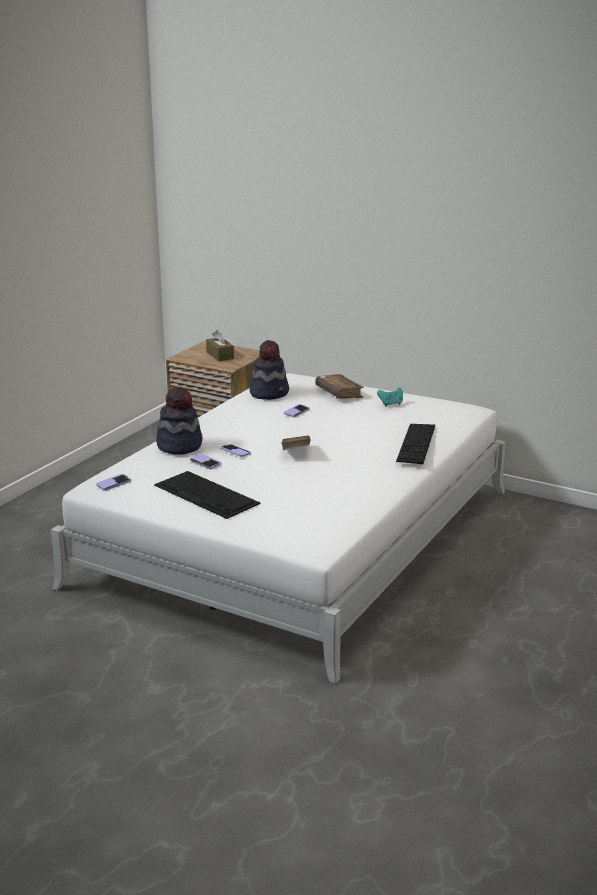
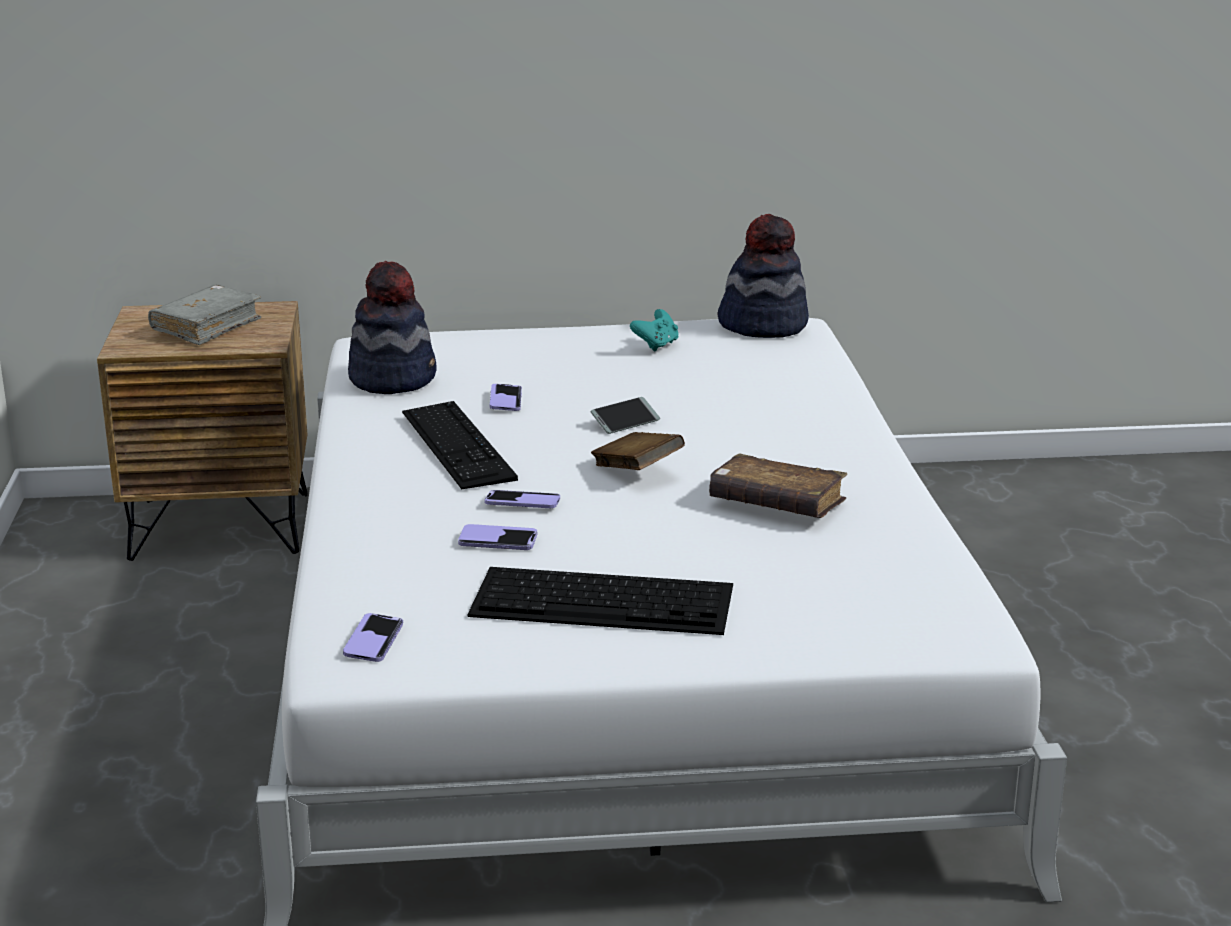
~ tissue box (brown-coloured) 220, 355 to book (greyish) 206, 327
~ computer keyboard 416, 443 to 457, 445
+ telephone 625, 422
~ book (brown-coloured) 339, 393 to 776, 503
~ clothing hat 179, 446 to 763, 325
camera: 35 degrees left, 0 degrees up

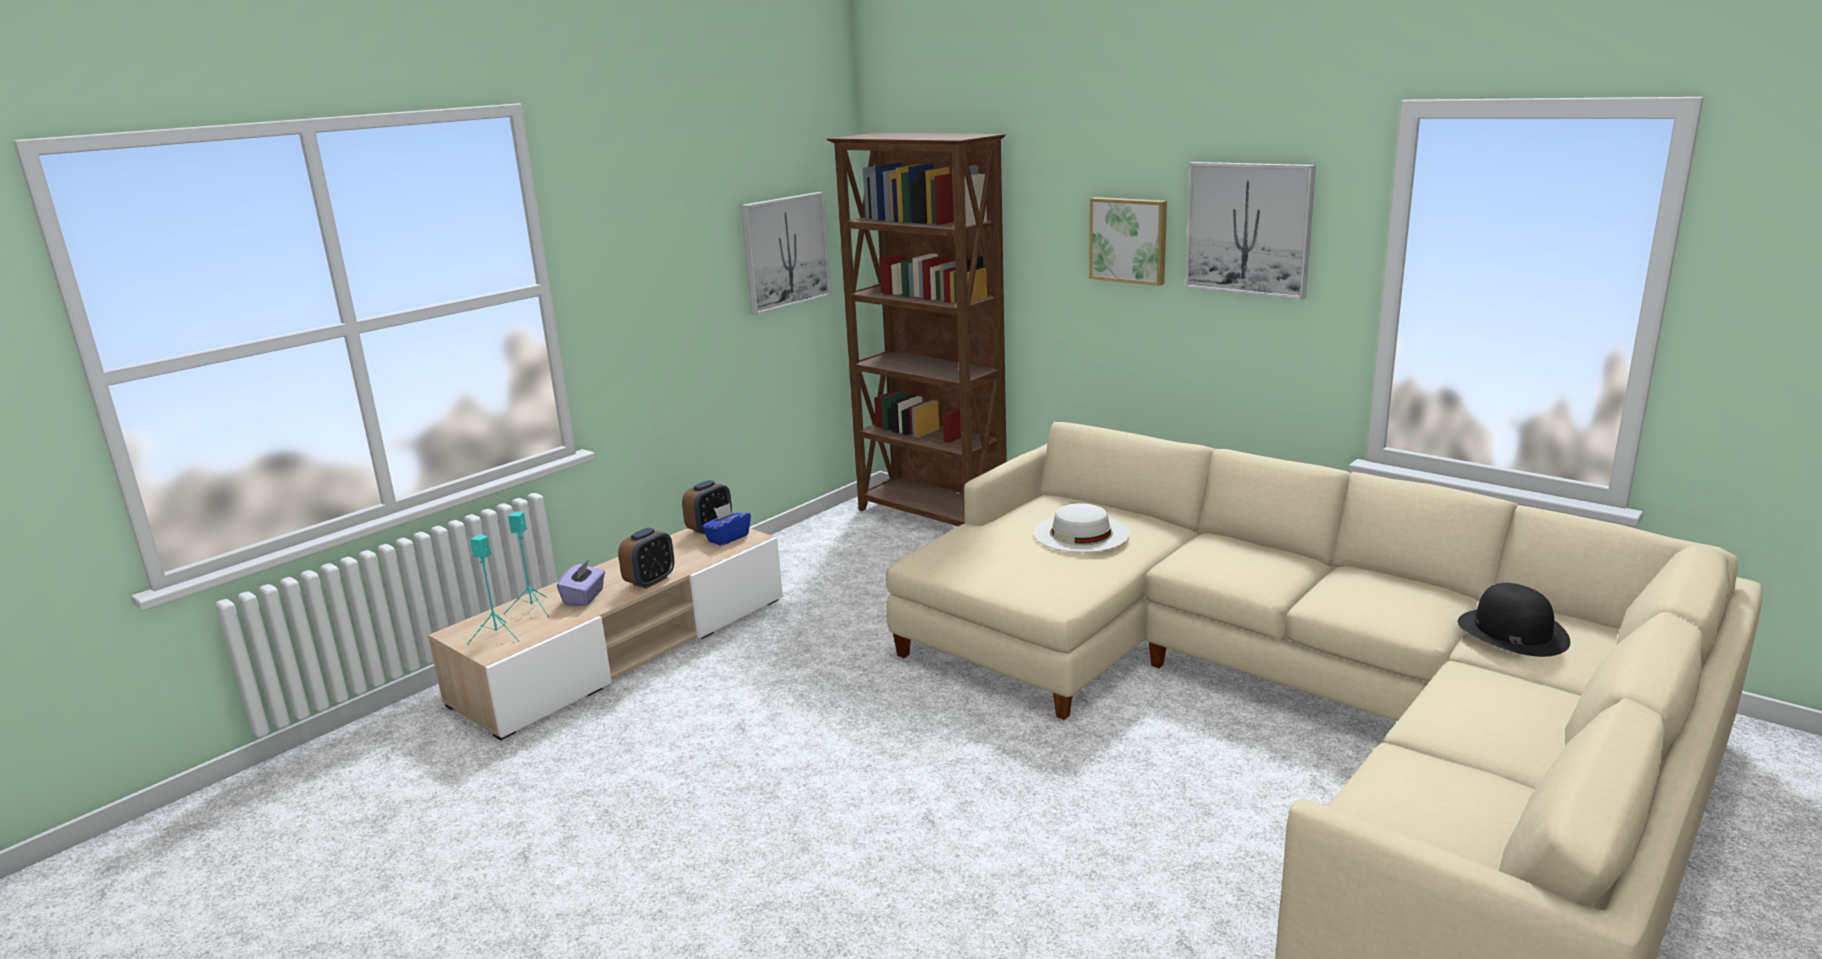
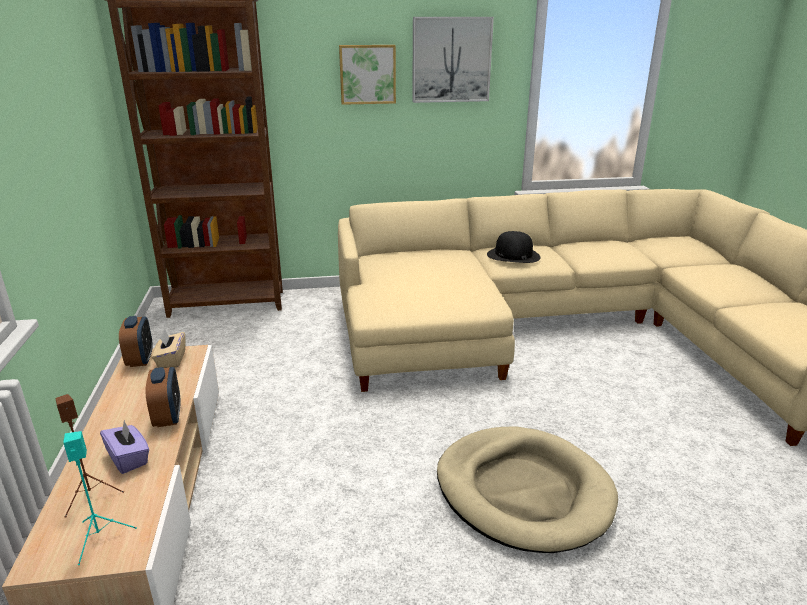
~ loudspeaker (turquoise) 533, 609 to loudspeaker (brown-coloured) 91, 495
~ tissue box (blue-coloured) 727, 538 to tissue box (beige) 171, 360
+ dog cushion (beige) 523, 491
~ clothing hat (blackish) 1511, 632 to 513, 255
- wall picture 785, 252
- clothing hat (whitish) 1081, 533
camera: 50 degrees left, 5 degrees up

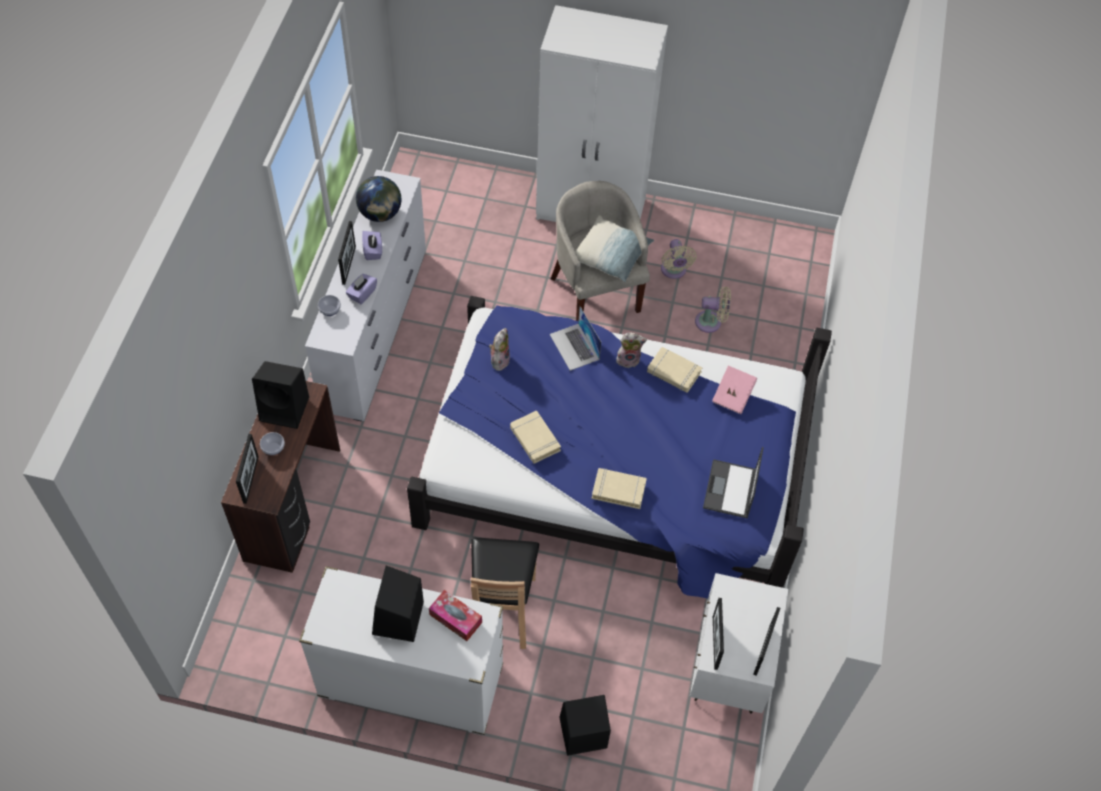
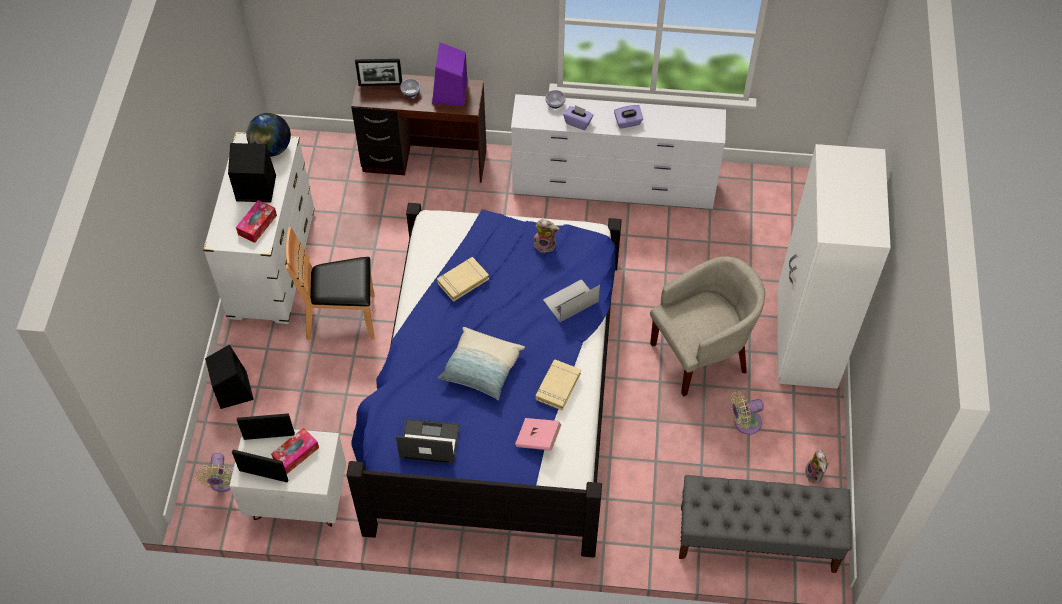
~ electric fan (beige) 711, 322 to 222, 482
~ desk globe 380, 214 to 271, 148
+ tissue box 296, 453
~ loudspeaker (blackish) 286, 409 to loudspeaker (purple-coloured) 450, 93
~ pillow 611, 256 to 481, 369
+ long seat (greyish) 756, 539
~ soft toy 628, 359 to 815, 475
- picture frame 349, 265
- book (beige) 618, 490
camera: 85 degrees right, 0 degrees up

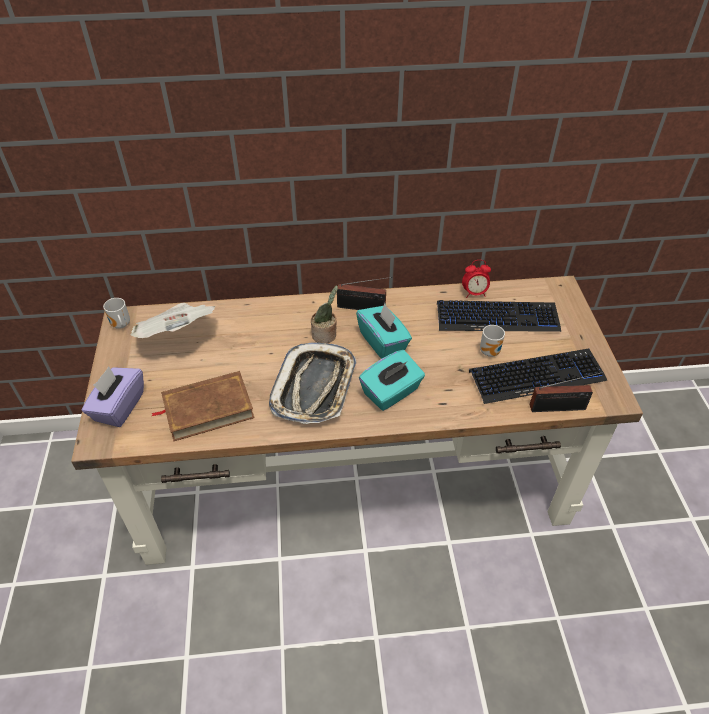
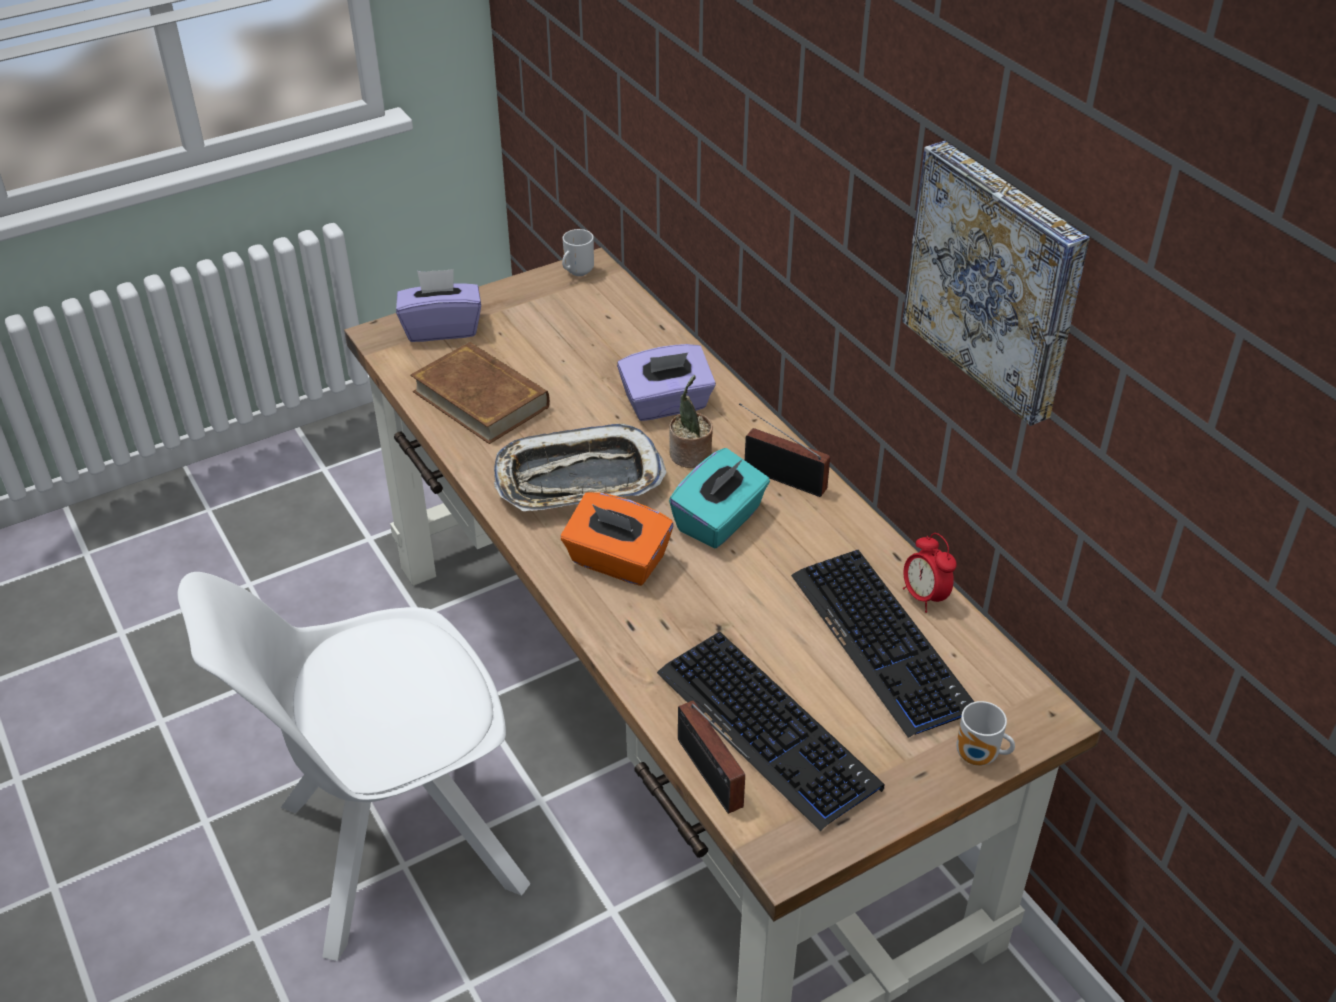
+ plain chair (whitish) 394, 848
~ tissue box (turquoise) 391, 393 to tissue box (orange-coloured) 617, 561
+ tissue box (purple-coloured) 666, 404
~ radio 364, 308 = 781, 476 135 degrees clockwise
+ wall picture 997, 279
~ coffee mug 491, 352 to 978, 758
- daily paper 177, 335
camera: 65 degrees right, 5 degrees down

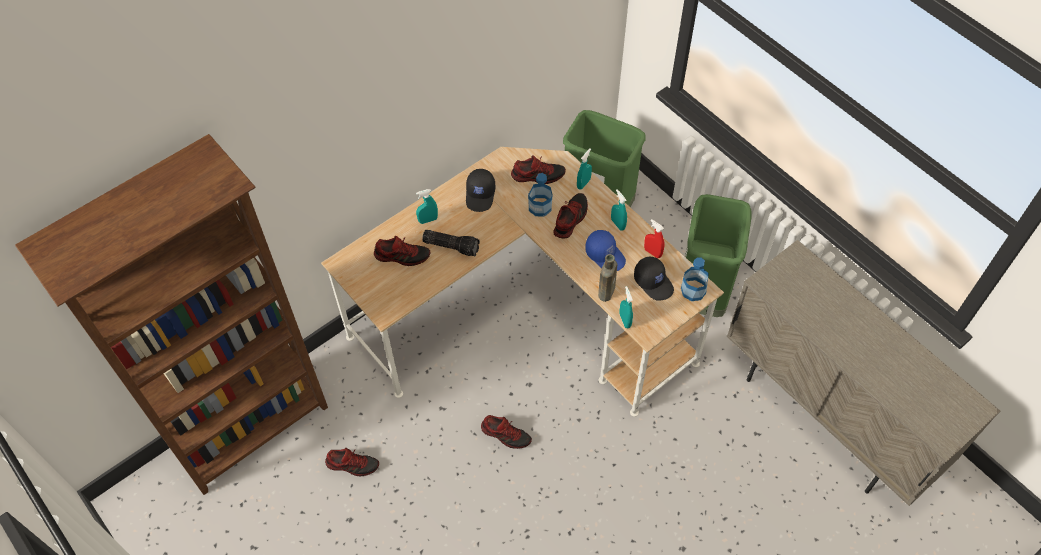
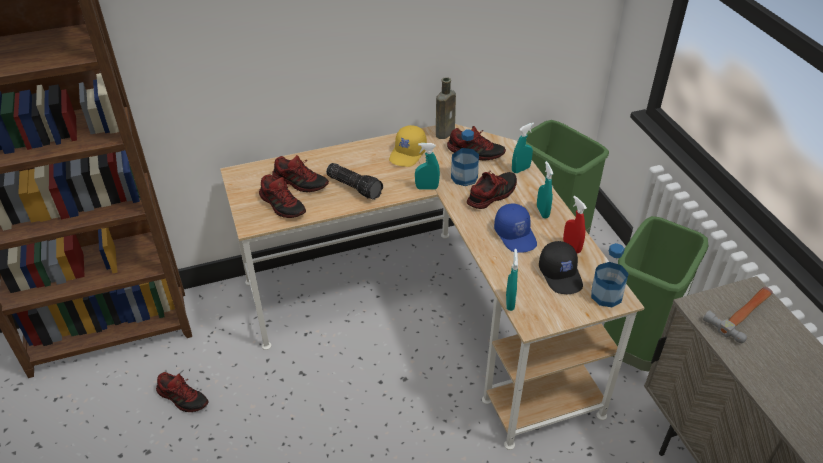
~ low shoe 506, 434 to 283, 205
~ peaked cap (blackish) 480, 195 to peaked cap (yellow) 408, 154
~ hand sprayer (turquoise) 428, 220 to 426, 188
~ beverage bottle (brown-coloured) 606, 290 to 446, 132
+ tool hammer 743, 313
camera: 20 degrees right, 15 degrees down

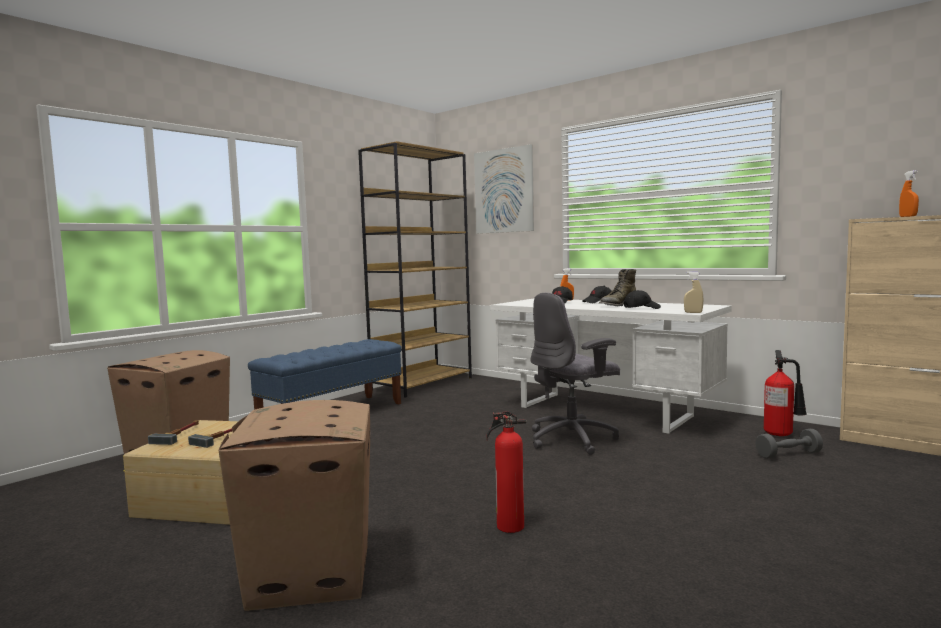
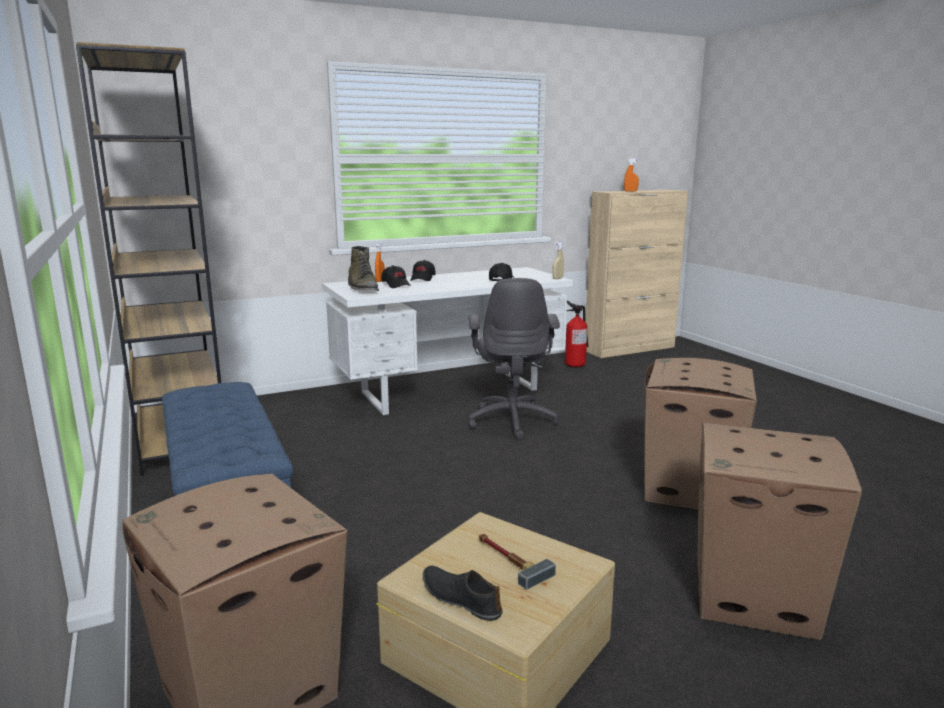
~ tall boot (greenish) 617, 305 to 362, 288
~ tool hammer 180, 434 to low shoe (blackish) 461, 598
~ fire-fighting cylinder 508, 526 to carton 689, 490
- wall picture 503, 191
- dumbbell (greyish) 788, 454
camera: 65 degrees left, 10 degrees up

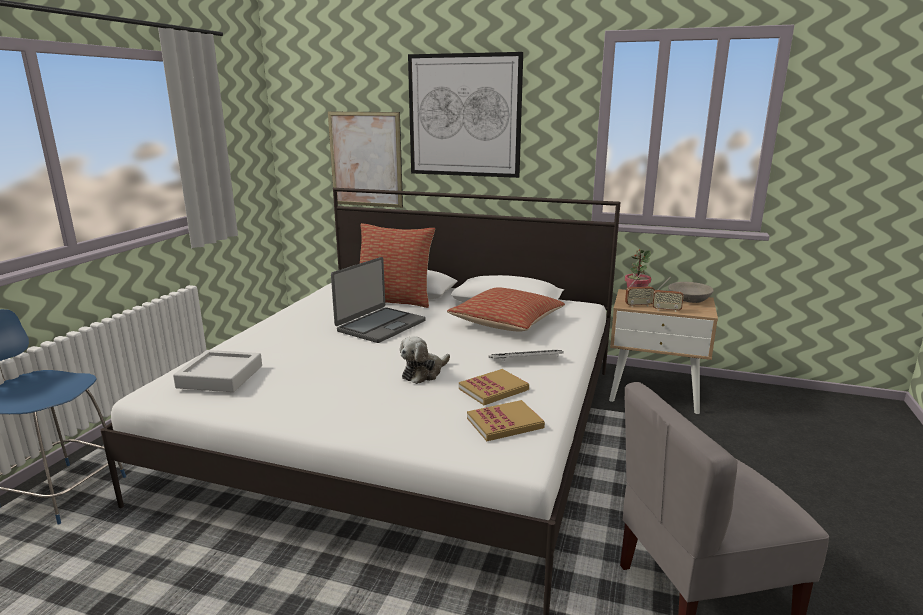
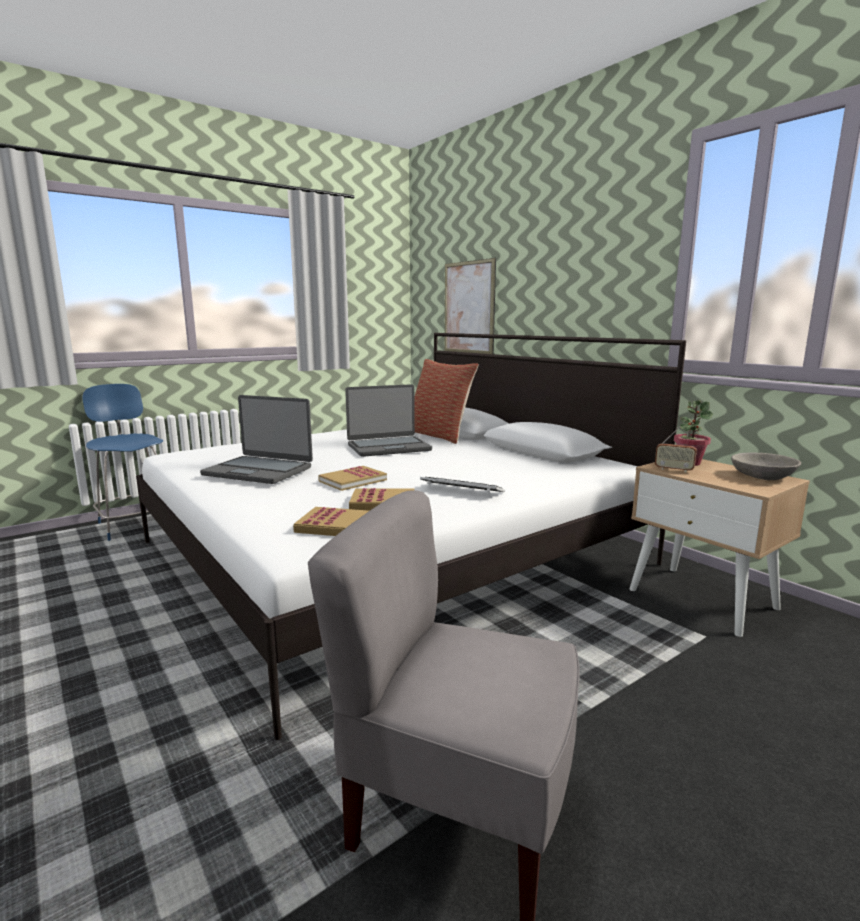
+ portable computer 259, 471
~ soft toy 424, 373 to book 352, 480
- carrying tray (greyish) 220, 377
- wall picture 464, 116
- pillow 507, 322
- radio 666, 310
camera: 35 degrees right, 5 degrees down

